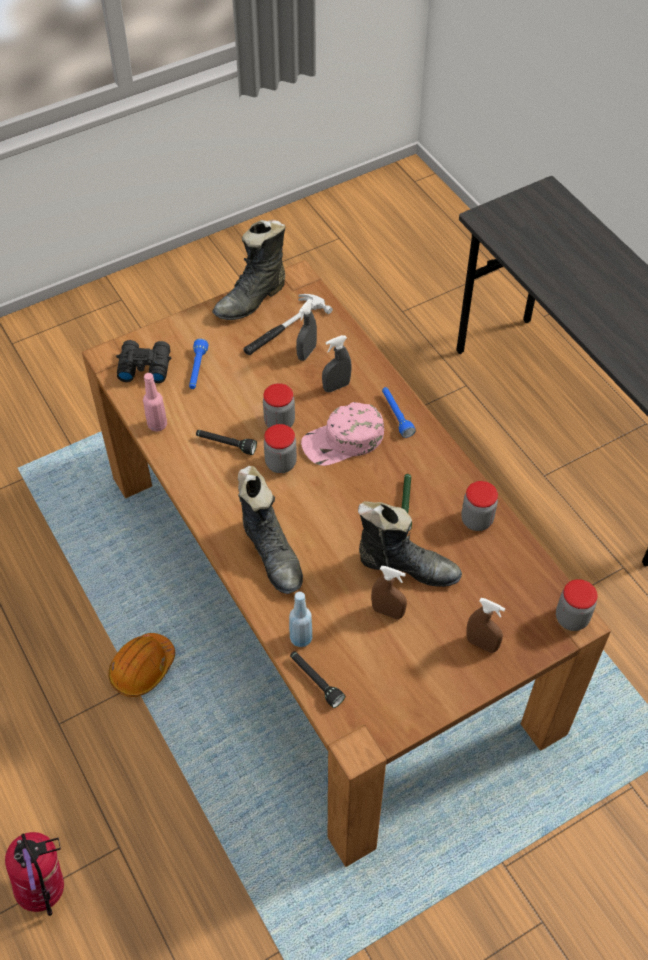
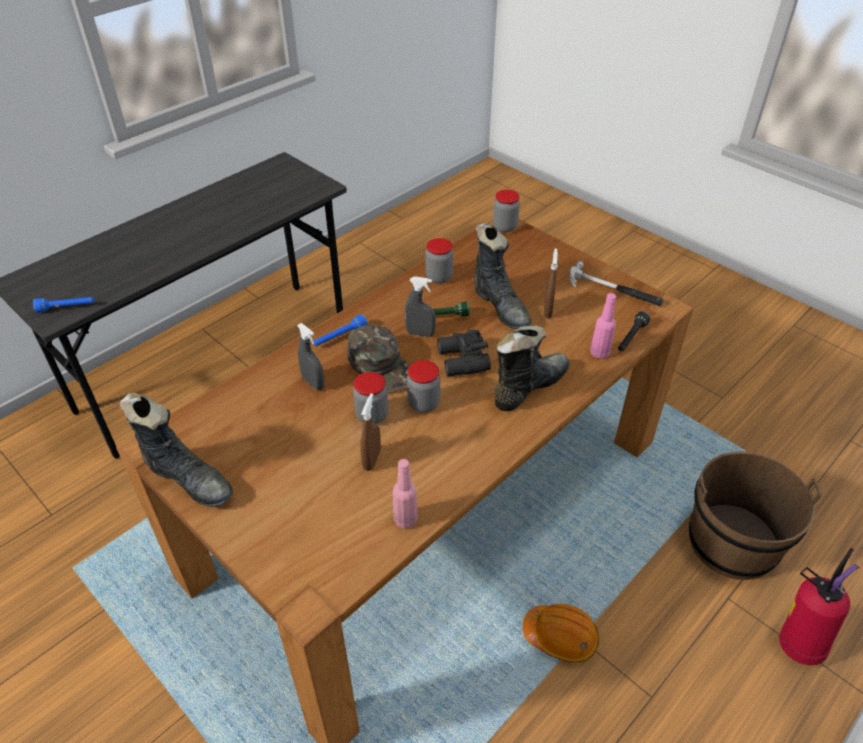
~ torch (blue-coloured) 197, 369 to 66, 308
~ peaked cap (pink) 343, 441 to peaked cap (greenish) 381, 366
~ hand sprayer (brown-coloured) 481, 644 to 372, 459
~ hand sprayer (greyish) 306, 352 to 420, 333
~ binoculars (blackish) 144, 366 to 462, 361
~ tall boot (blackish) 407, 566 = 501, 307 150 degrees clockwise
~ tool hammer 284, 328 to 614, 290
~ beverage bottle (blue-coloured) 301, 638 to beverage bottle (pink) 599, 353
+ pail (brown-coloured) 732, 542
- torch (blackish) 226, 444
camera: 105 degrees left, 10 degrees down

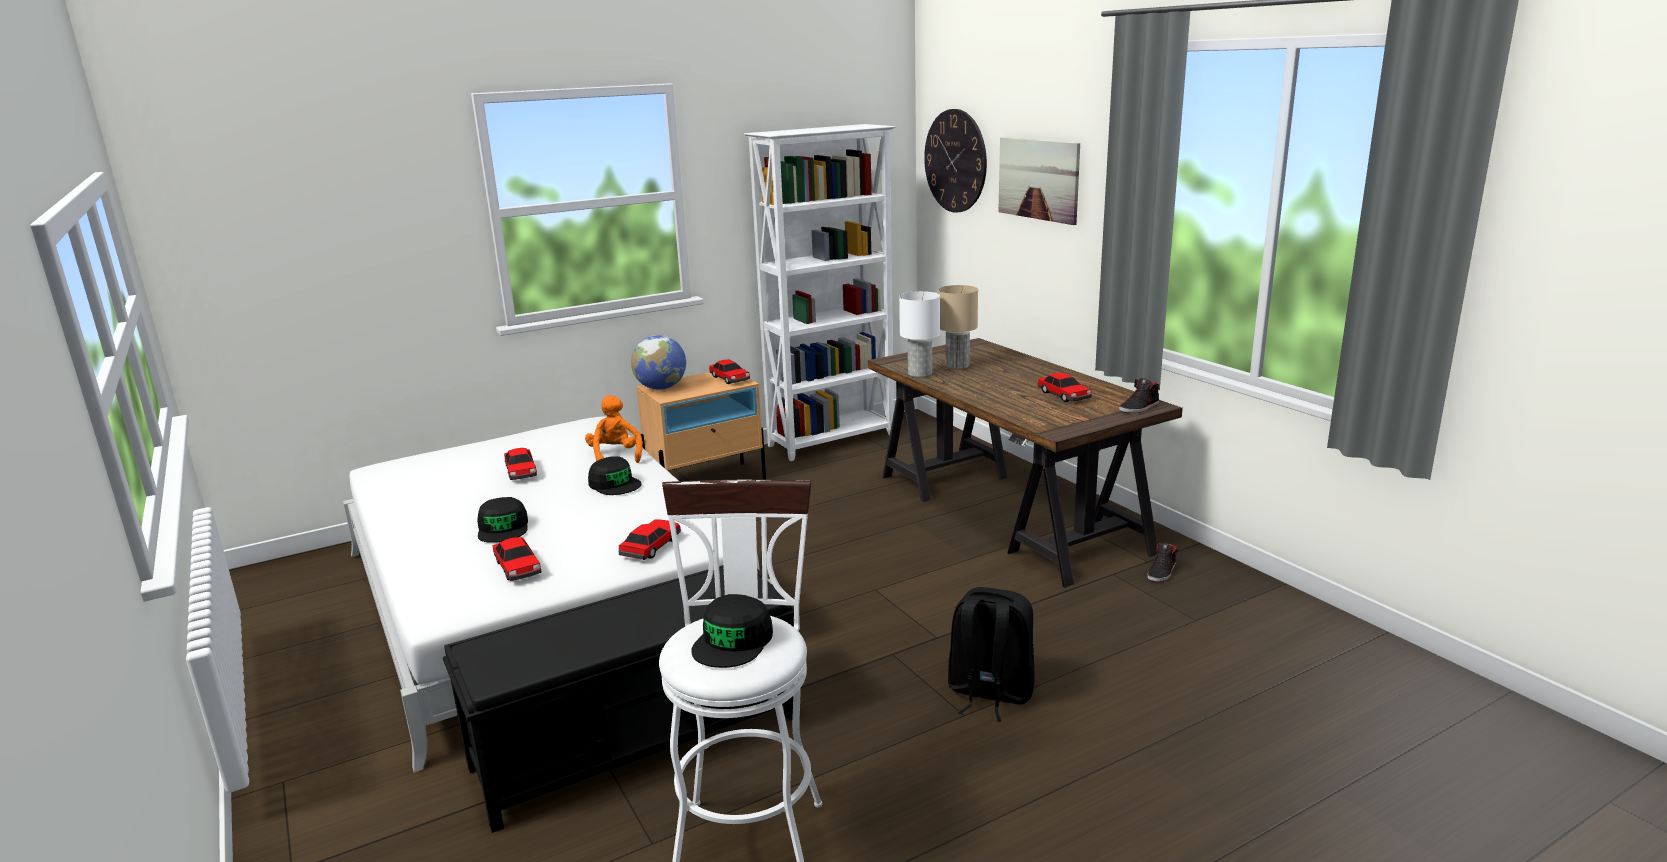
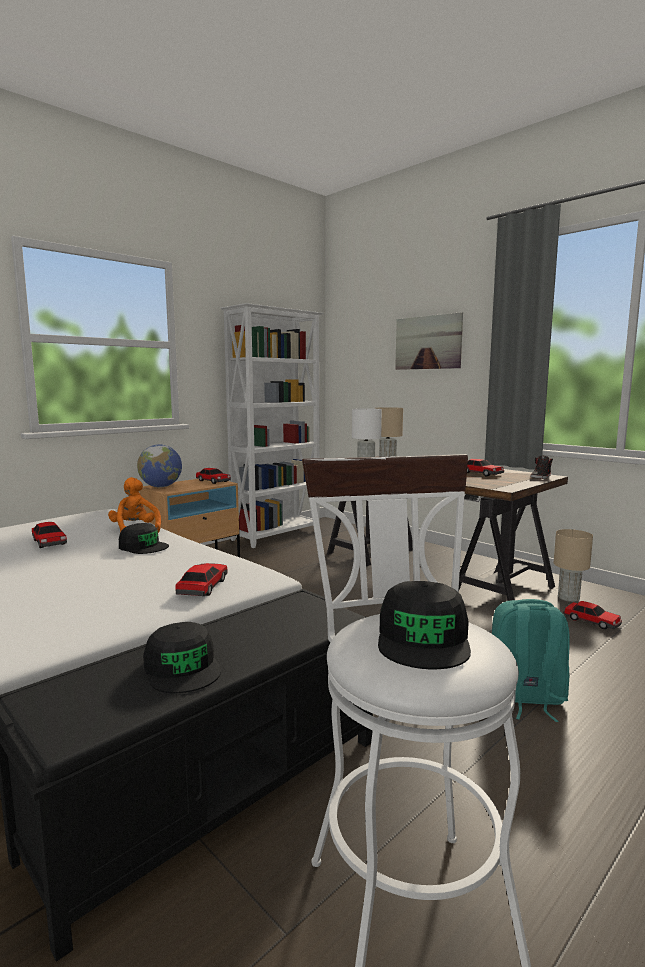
~ peaked cap (blackish) 503, 528 to 182, 668
~ rucksack (blackish) 989, 693 to rucksack (turquoise) 525, 698
~ low shoe (blackish) 1162, 572 to tabletop lamp (beige) 569, 597
~ model car 518, 568 to 592, 621
- wall clock 955, 161
camera: 15 degrees left, 10 degrees down

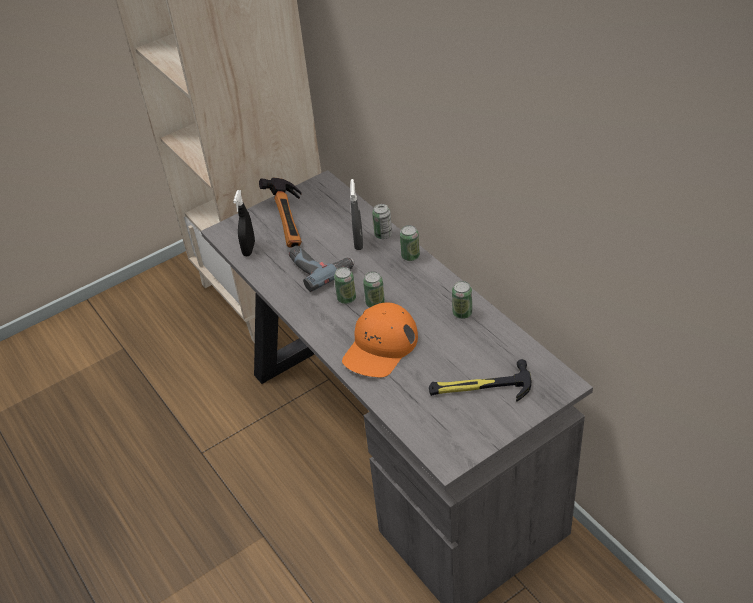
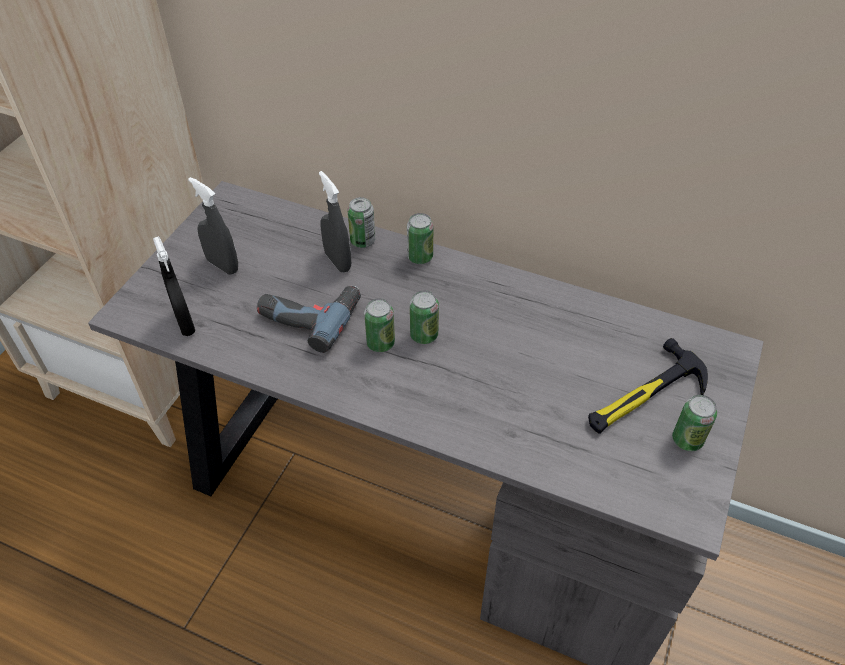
~ tool hammer 291, 222 to hand sprayer (greyish) 222, 265
~ can 462, 313 to 687, 440
- peaked cap (orange-coloured) 380, 346
camera: 35 degrees left, 5 degrees up

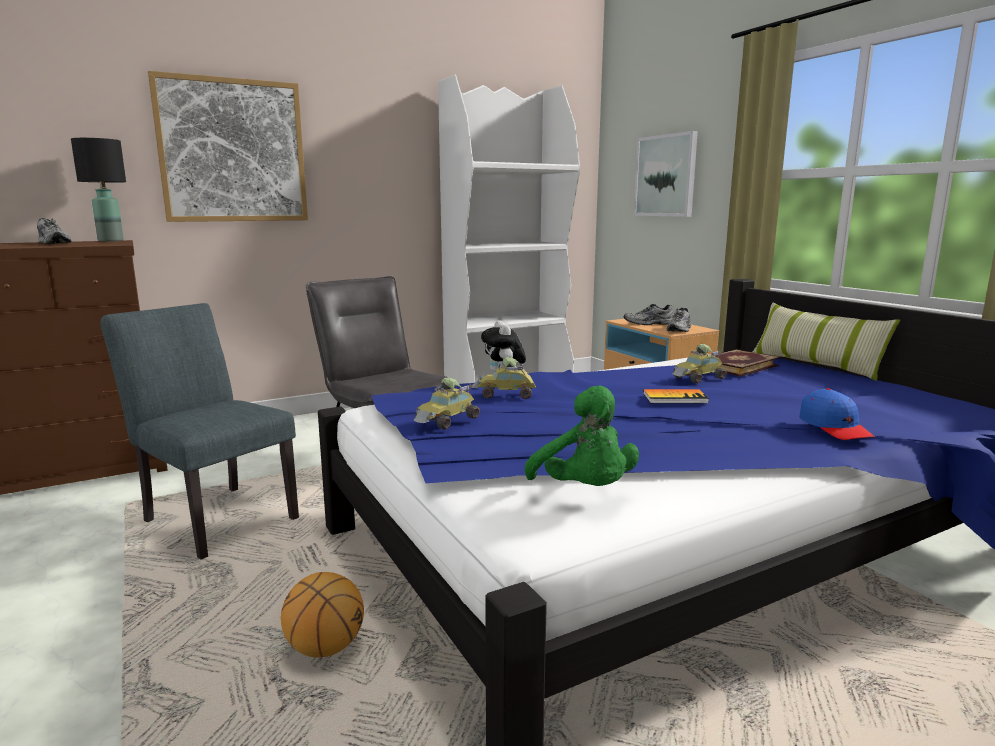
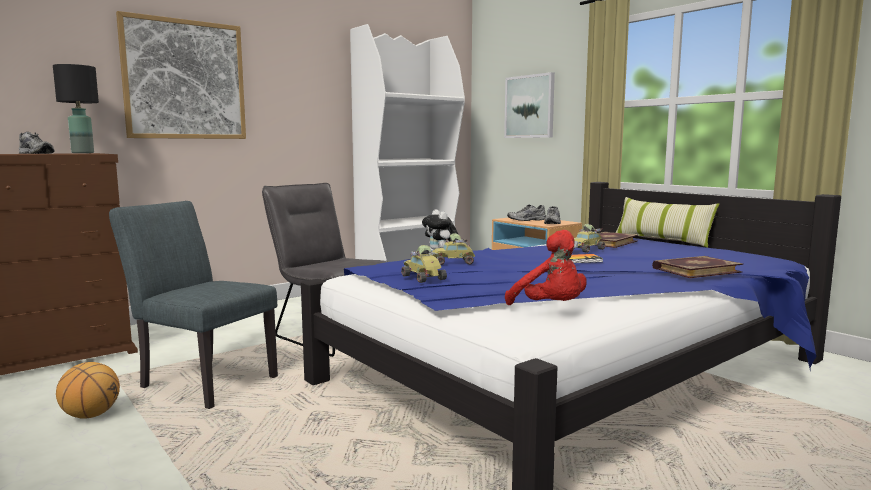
~ basketball 325, 648 to 91, 415
~ model car 447, 420 = 422, 277 120 degrees clockwise
~ soft toy (greenish) 584, 490 to soft toy (reddish) 550, 308
~ peaked cap (blue-coloured) 834, 427 to book 695, 270
camera: 10 degrees left, 5 degrees down

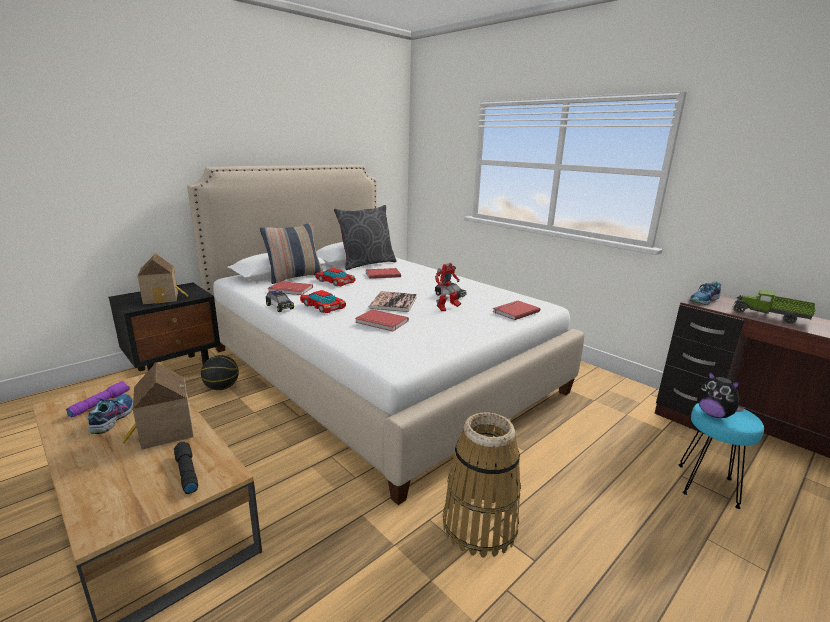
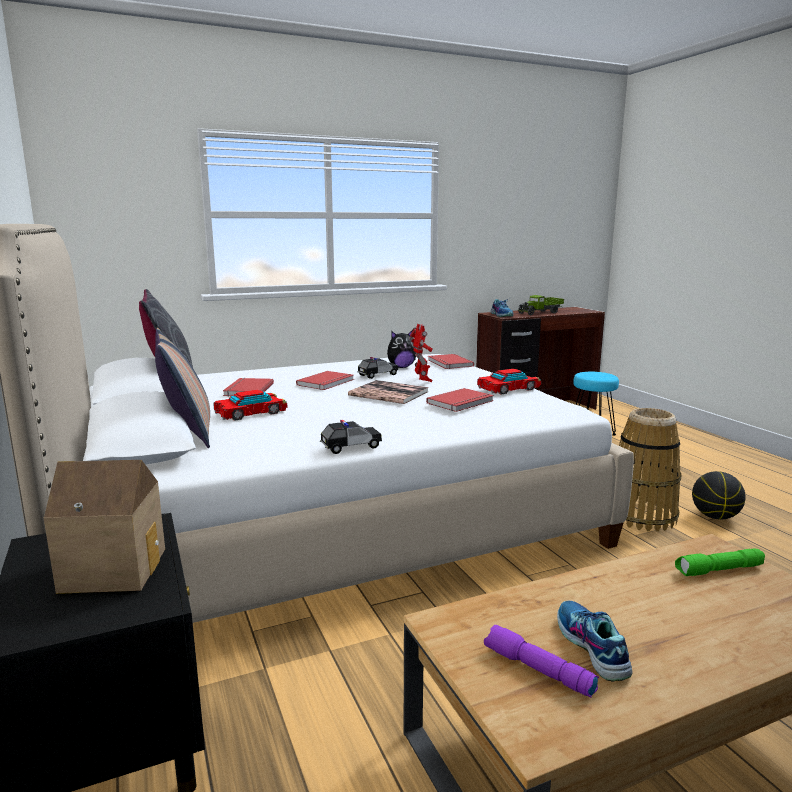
~ book (reddish) 290, 290 to 327, 382
~ soft toy 714, 414 to 401, 367
~ model car 323, 306 to 508, 388
~ low shoe 112, 418 = 590, 647 60 degrees clockwise
~ torch (blackish) 186, 472 to torch (greenish) 719, 571
~ basketball 222, 388 to 715, 516
- miniature house 163, 432
camera: 70 degrees left, 5 degrees down

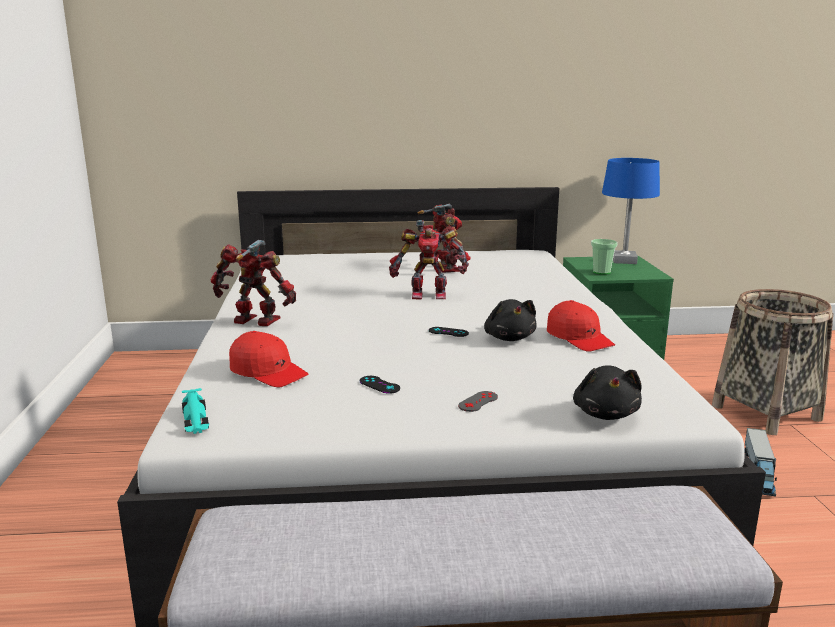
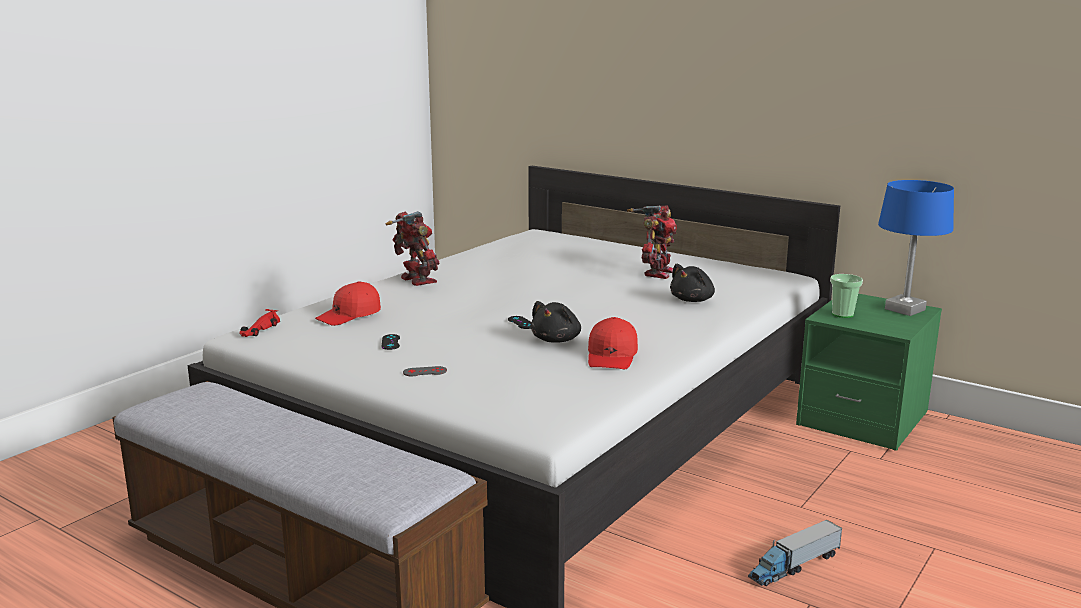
~ model car (turquoise) 195, 420 to model car (reddish) 259, 330
~ peaked cap (reddish) 268, 372 = 349, 315 60 degrees clockwise
~ soft toy (blackish) 605, 413 to 693, 300
- robot figure 428, 294
- household basket 765, 412
camera: 40 degrees right, 0 degrees up

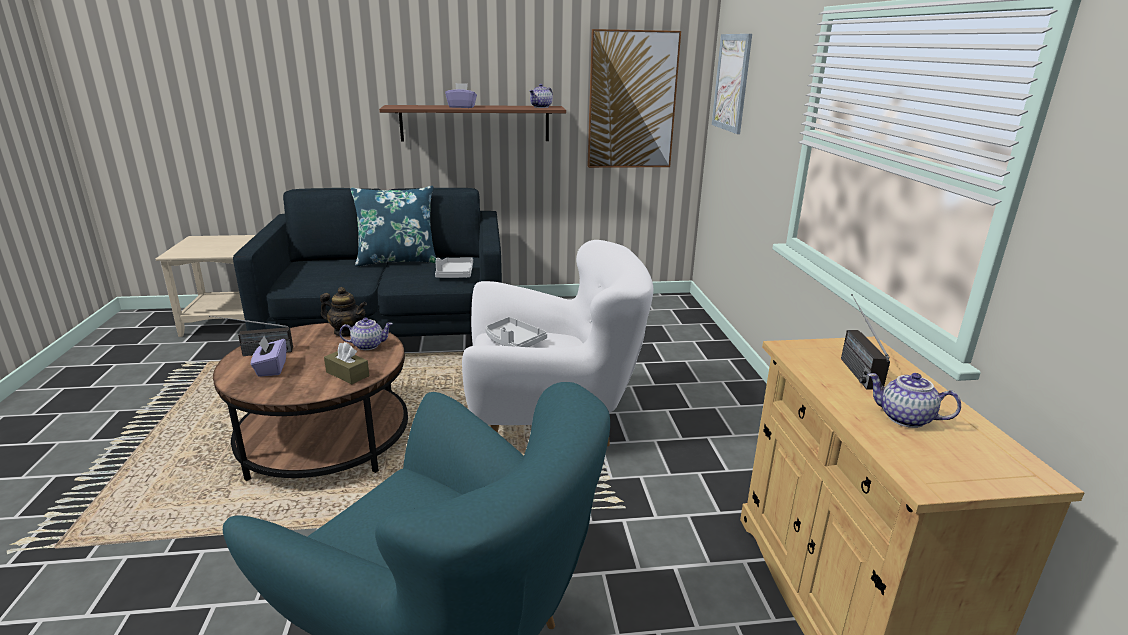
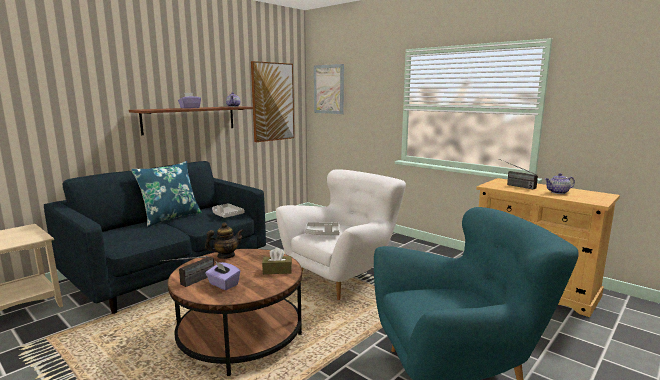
- pot for tea 368, 345
camera: 40 degrees left, 10 degrees down

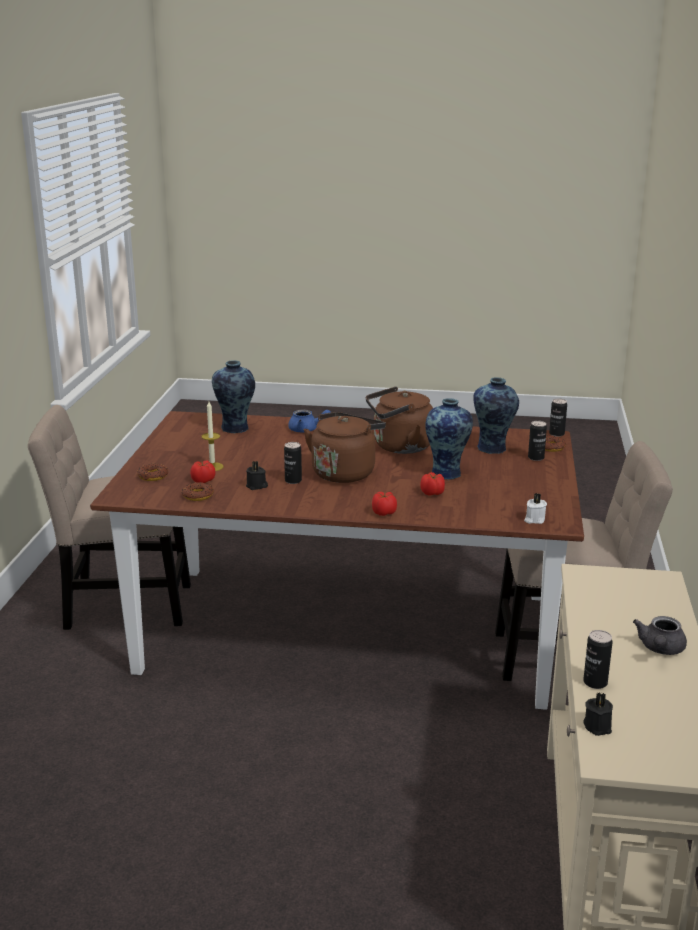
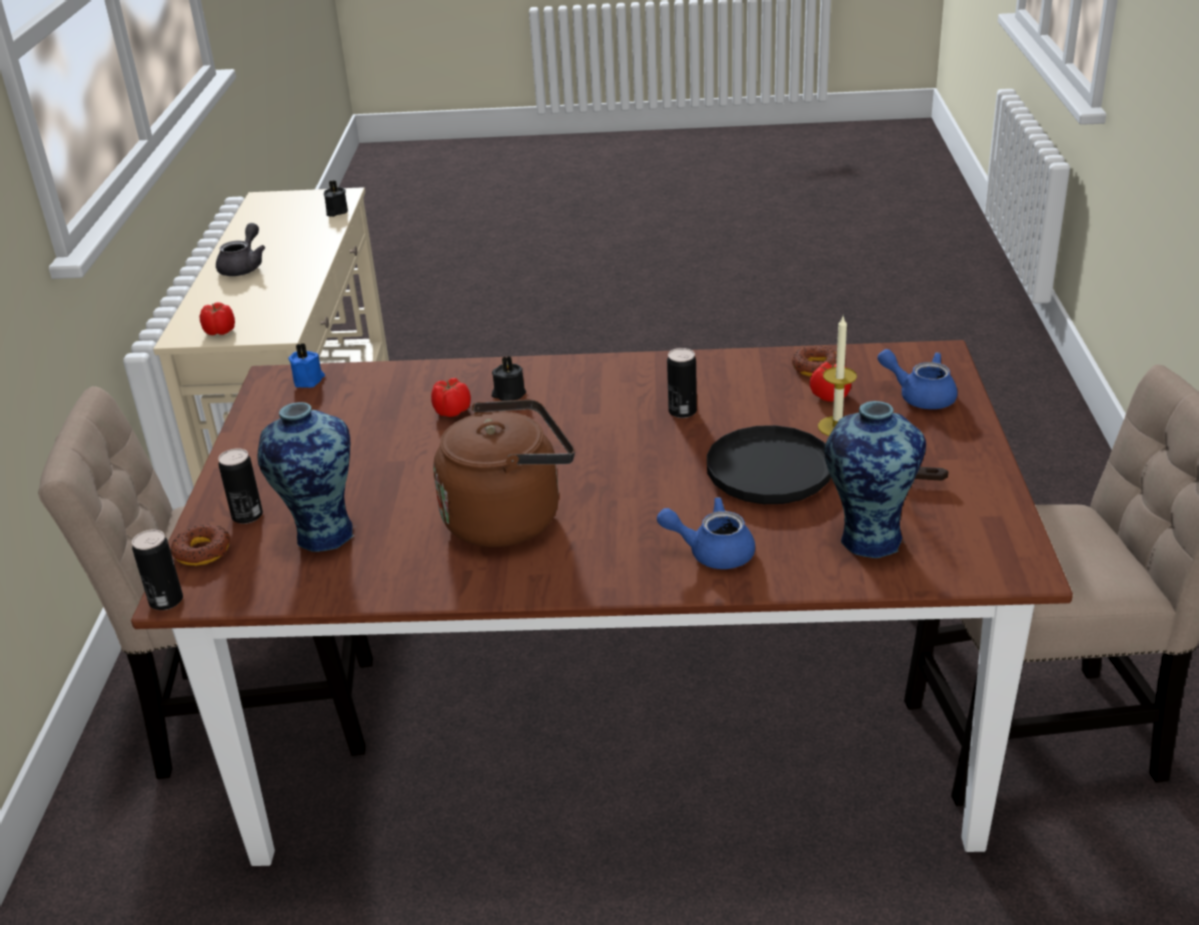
~ fresh tomato 383, 512 to 220, 332
~ wax candle (whitish) 534, 519 to wax candle (blue-coloured) 309, 380
~ wax candle (blackish) 257, 486 to 508, 394
+ pan (blackish) 790, 474
~ doughnut 153, 476 to pot for tea (blue-coloured) 920, 396
- tea kettle (brown-coloured) 345, 472
- decorative vase 447, 473
- can 595, 682
camera: 175 degrees right, 10 degrees up

